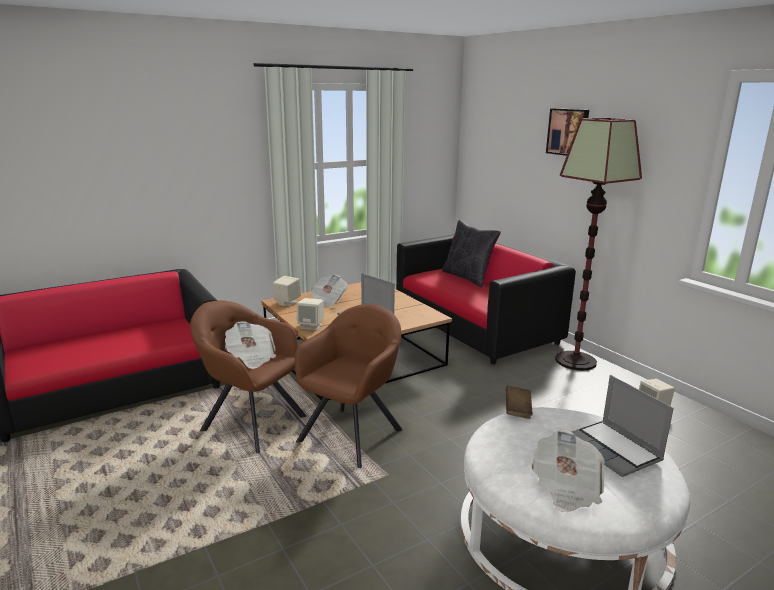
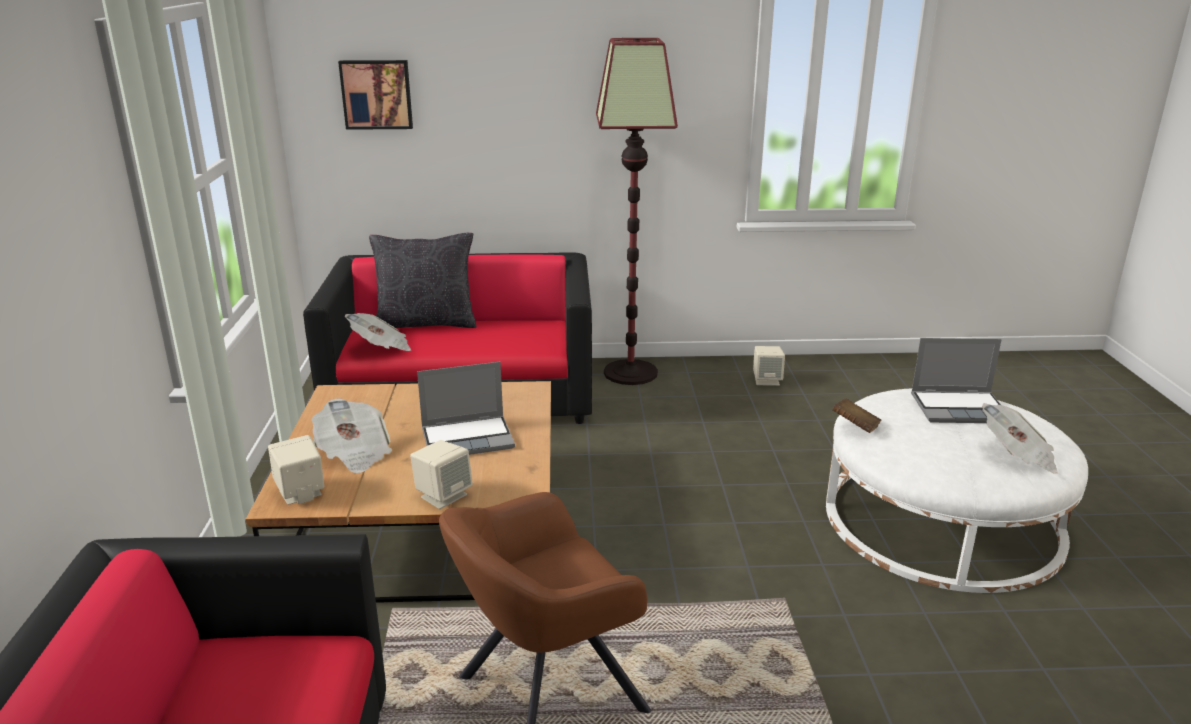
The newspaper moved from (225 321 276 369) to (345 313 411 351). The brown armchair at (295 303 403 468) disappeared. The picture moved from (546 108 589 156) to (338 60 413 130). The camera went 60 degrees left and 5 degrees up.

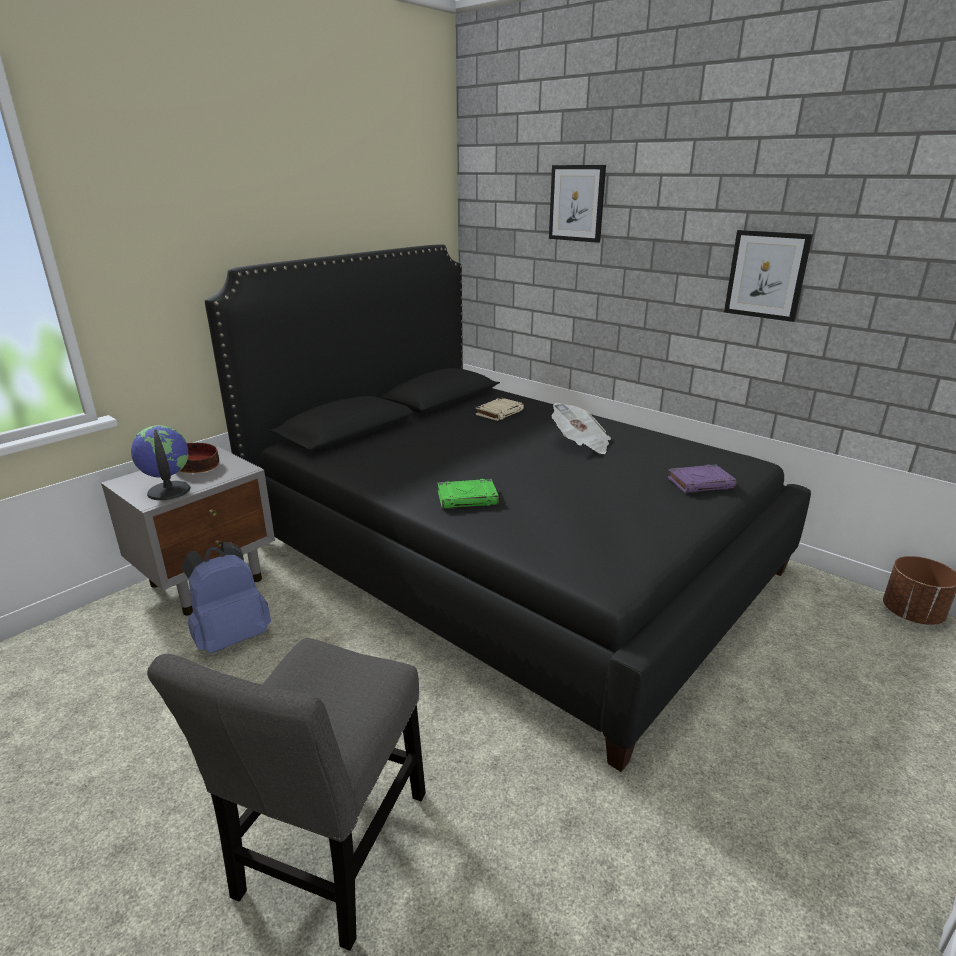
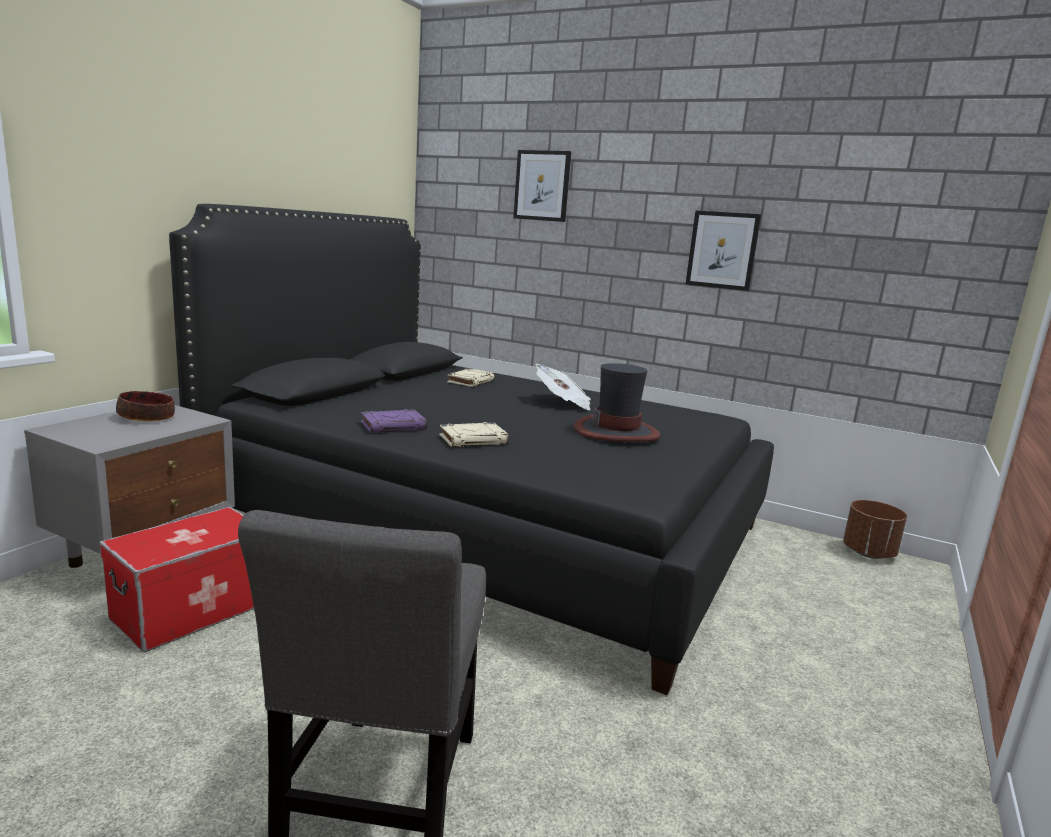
The globe at (131 425 191 500) disappeared. The blue backpack at (181 542 271 653) was replaced by the storage box at (100 507 254 652). The green book at (437 479 499 509) became the beige book at (440 422 509 447). The purple book moved from (668 464 737 493) to (361 409 427 433). The hat at (574 363 660 442) appeared. The camera went 15 degrees left and 10 degrees down.

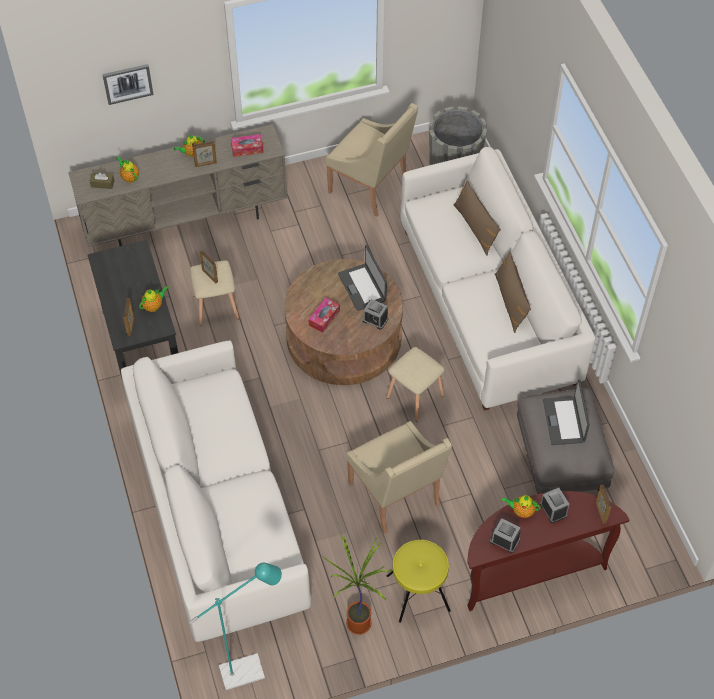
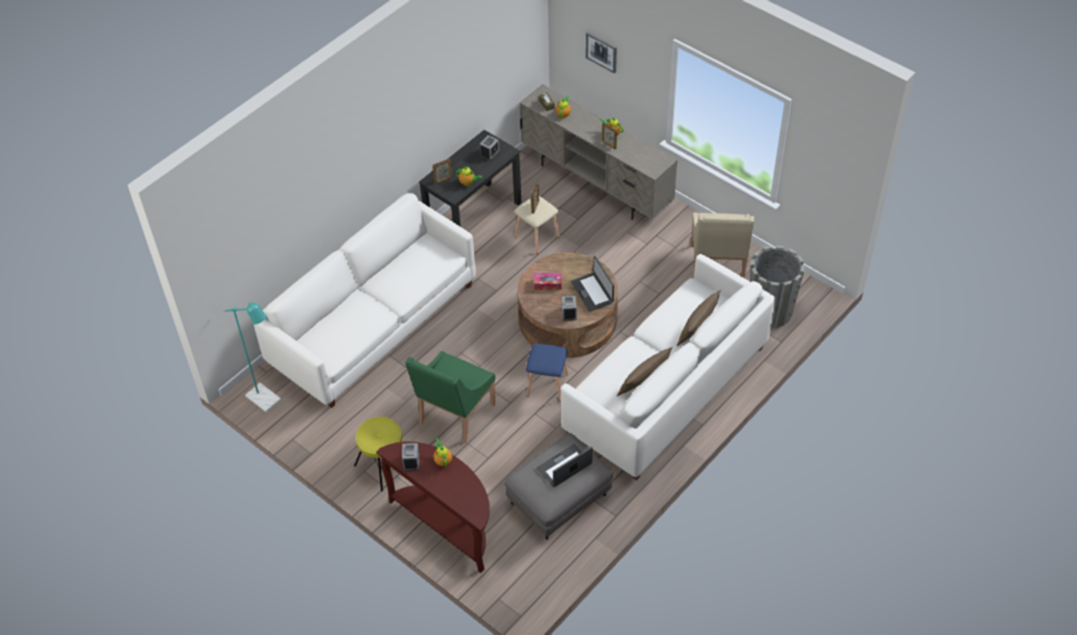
The tissue box at (231 134 264 157) disappeared. The potted plant at (322 533 393 635) disappeared. The laptop at (338 245 387 311) turned 60 degrees counterclockwise. The beige armchair at (346 421 452 534) became the green armchair at (405 351 495 444). The beige stool at (386 347 445 421) became the blue stool at (526 343 568 402). The alarm clock moved from (540 488 569 523) to (480 135 500 161). The picture frame at (596 484 611 524) disappeared. The camera went 60 degrees right and 5 degrees down.

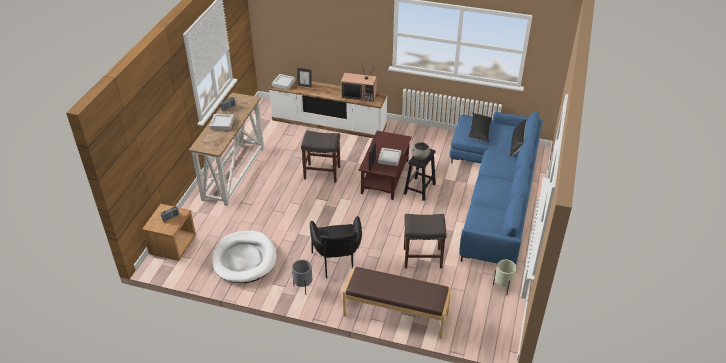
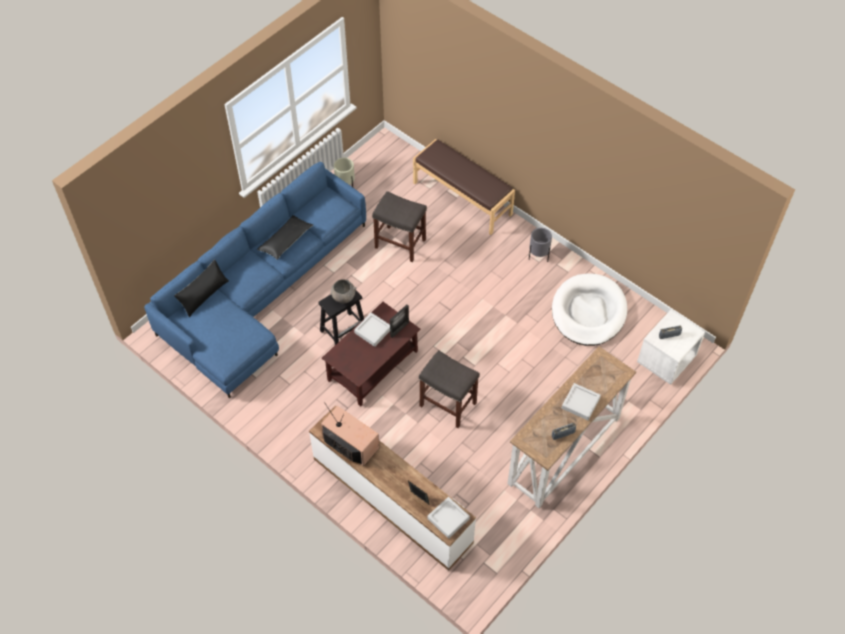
The brown nightstand at (142 204 196 261) became the white nightstand at (637 310 705 385). The black armchair at (310 216 362 278) disappeared. The black pillow moved from (468 113 492 142) to (257 215 313 260). The camera went 155 degrees left and 15 degrees up.

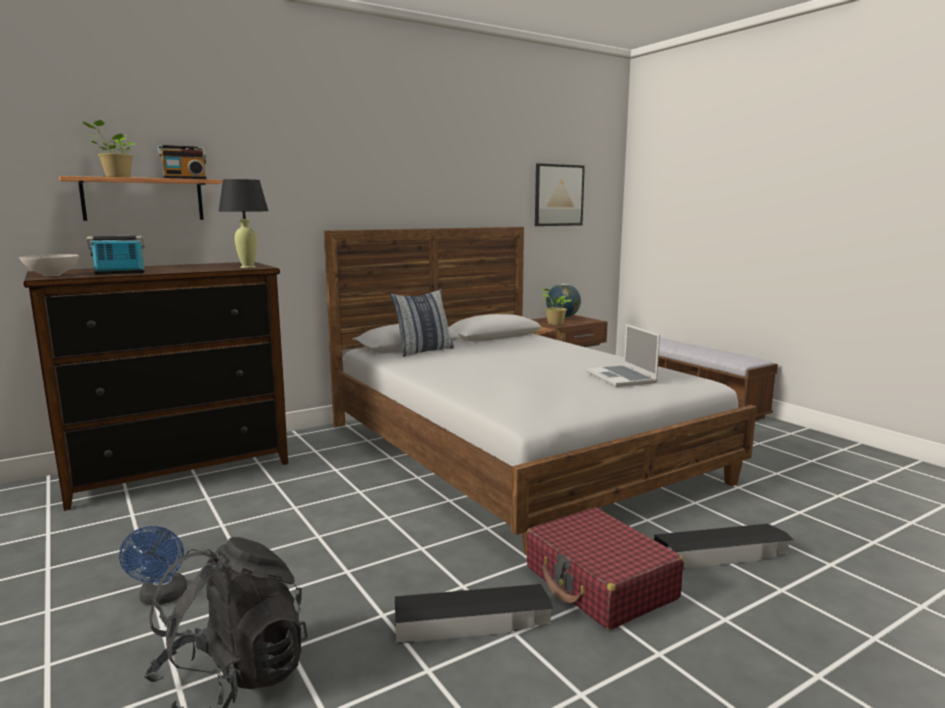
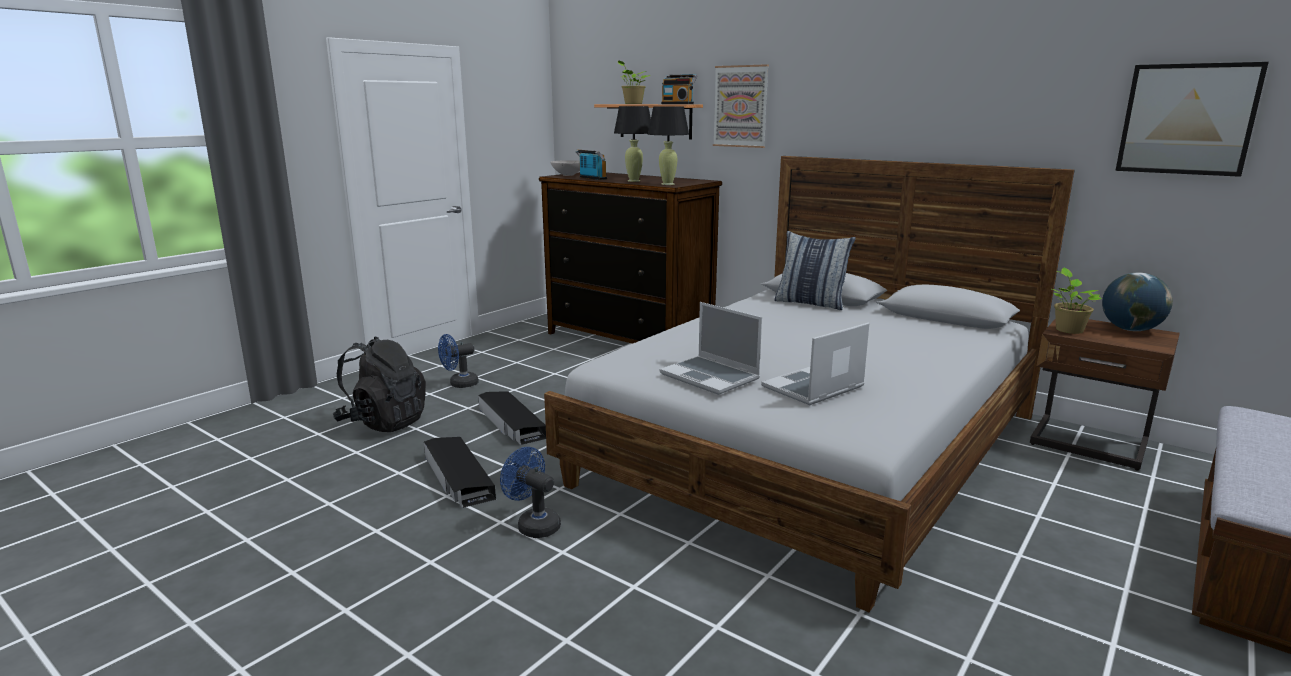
The red suitcase at (526 507 684 630) was replaced by the blue fan at (500 447 561 538). The black storage box moved from (654 524 793 569) to (478 391 546 445). The black table lamp at (614 106 651 182) appeared. The laptop at (659 302 762 395) appeared. The picture at (713 64 769 148) appeared. The camera went 70 degrees right and 5 degrees up.

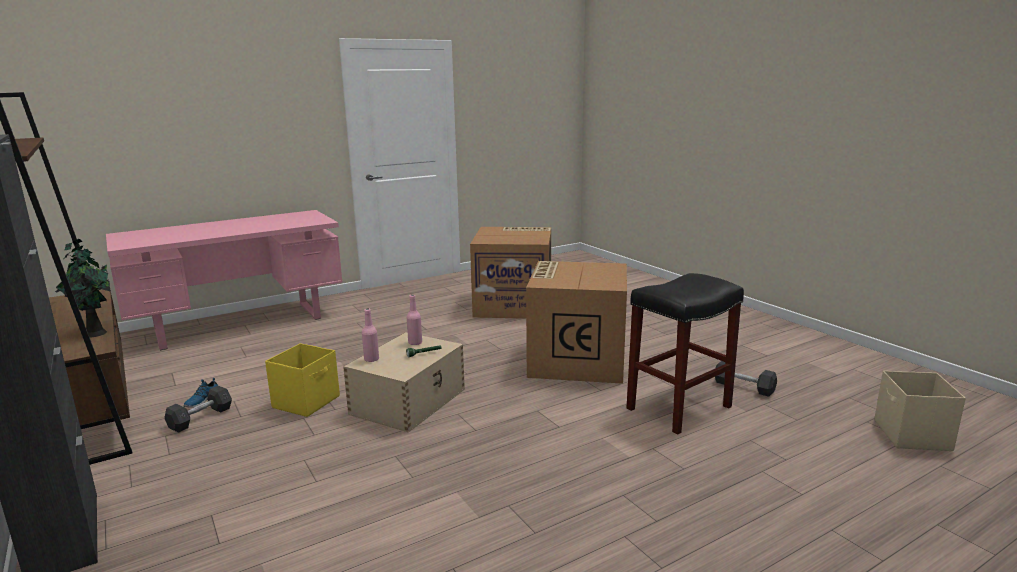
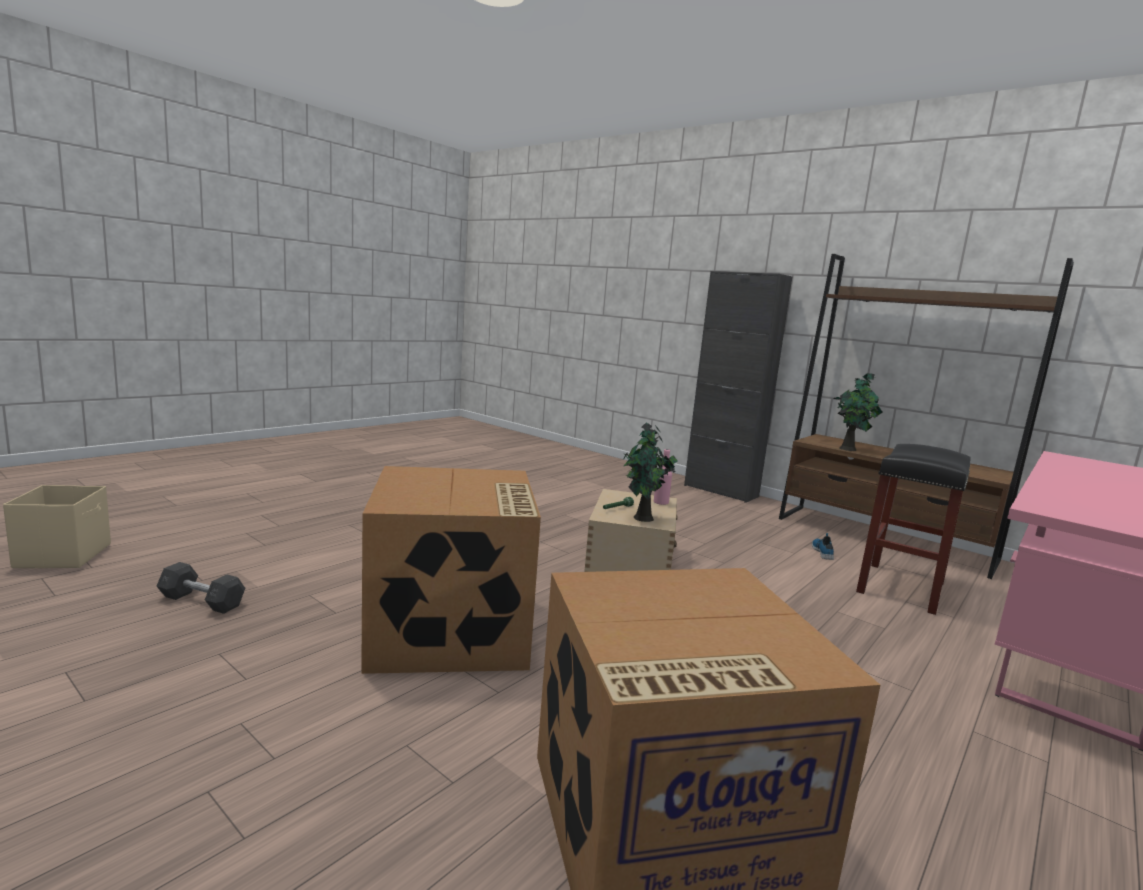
The grey dumbbell at (164 386 232 433) disappeared. The yellow storage box at (265 343 340 417) disappeared. The pink bottle at (407 295 422 345) was replaced by the potted plant at (623 422 678 522). The black stool moved from (626 273 744 434) to (856 444 971 615). The camera went 160 degrees right and 5 degrees down.

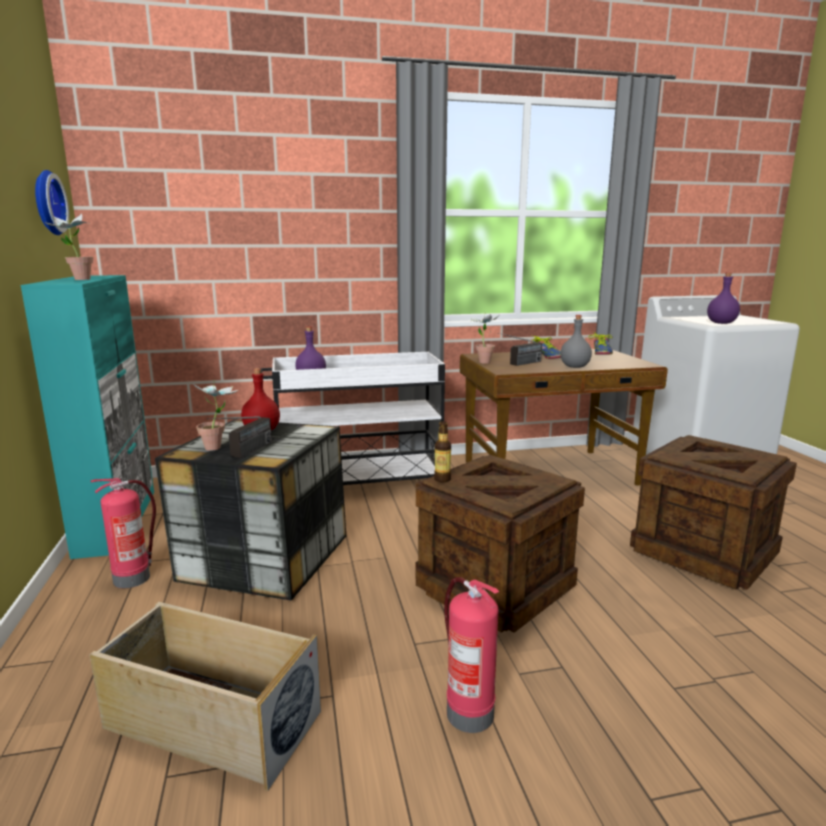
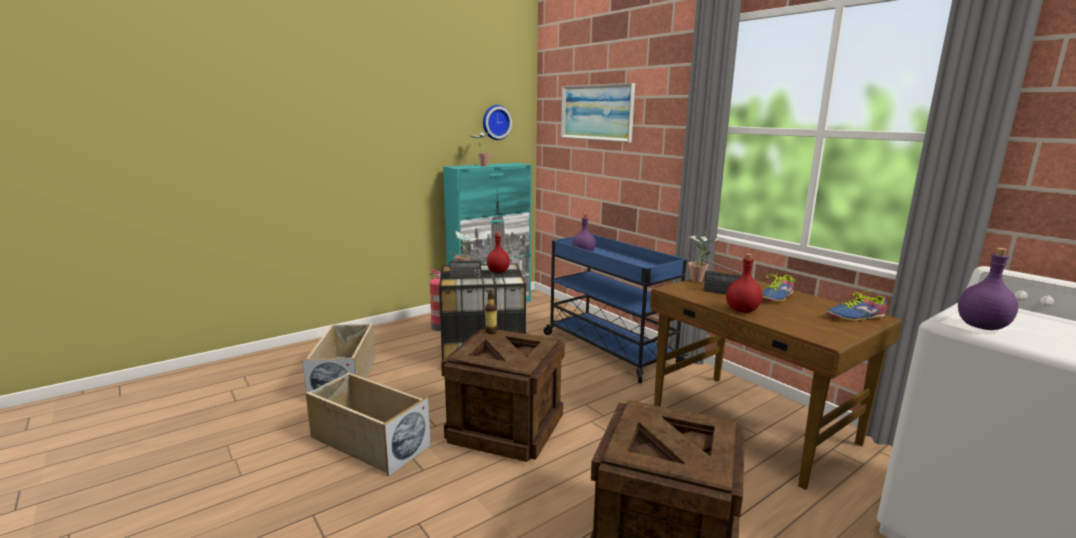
The white cart at (260 352 445 485) became the blue cart at (544 234 688 383). The fire extinguisher at (444 577 499 733) was replaced by the beige storage box at (306 372 431 476). The grey bottle at (560 315 592 368) became the red bottle at (726 254 762 313). The picture at (561 83 635 143) appeared. The camera went 65 degrees right and 0 degrees up.

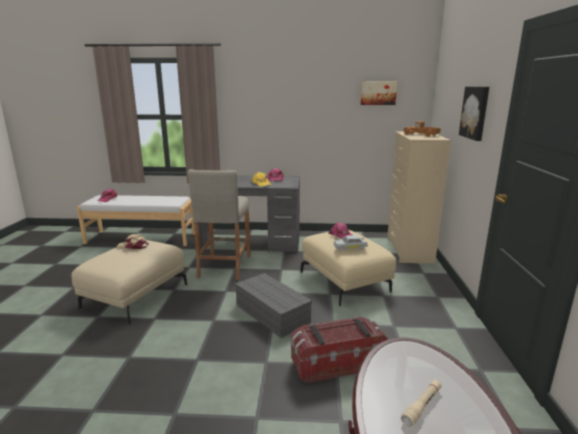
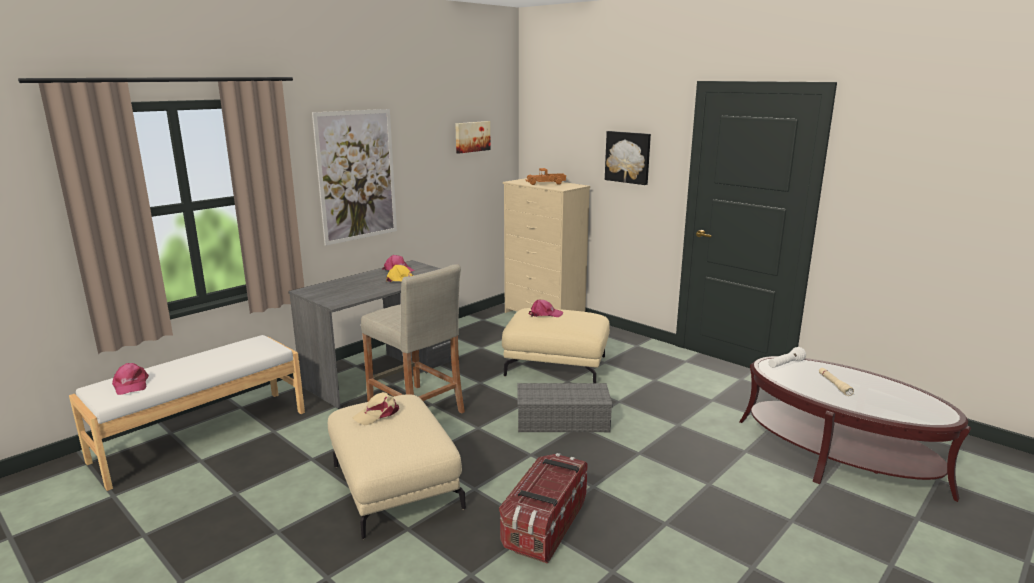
The storage box moved from (291 317 388 383) to (499 453 588 564). The white toy car at (334 235 368 251) disappeared. The picture at (312 109 397 246) appeared. The white flashlight at (768 347 806 368) appeared. The camera went 50 degrees left and 0 degrees up.

